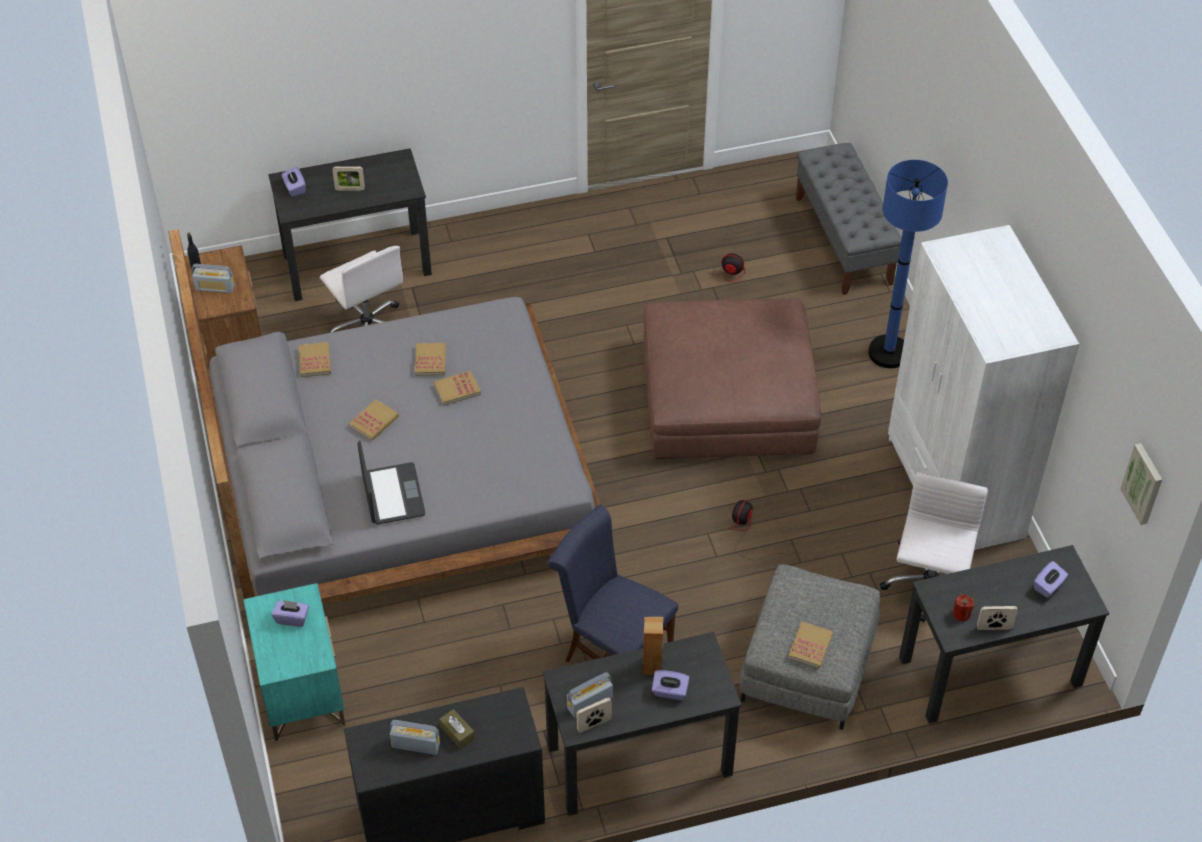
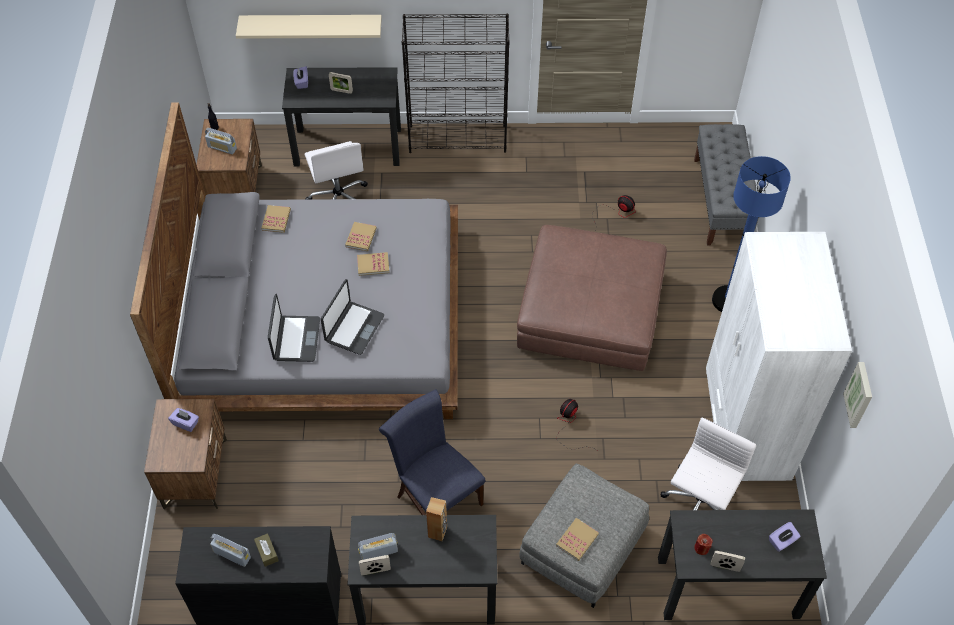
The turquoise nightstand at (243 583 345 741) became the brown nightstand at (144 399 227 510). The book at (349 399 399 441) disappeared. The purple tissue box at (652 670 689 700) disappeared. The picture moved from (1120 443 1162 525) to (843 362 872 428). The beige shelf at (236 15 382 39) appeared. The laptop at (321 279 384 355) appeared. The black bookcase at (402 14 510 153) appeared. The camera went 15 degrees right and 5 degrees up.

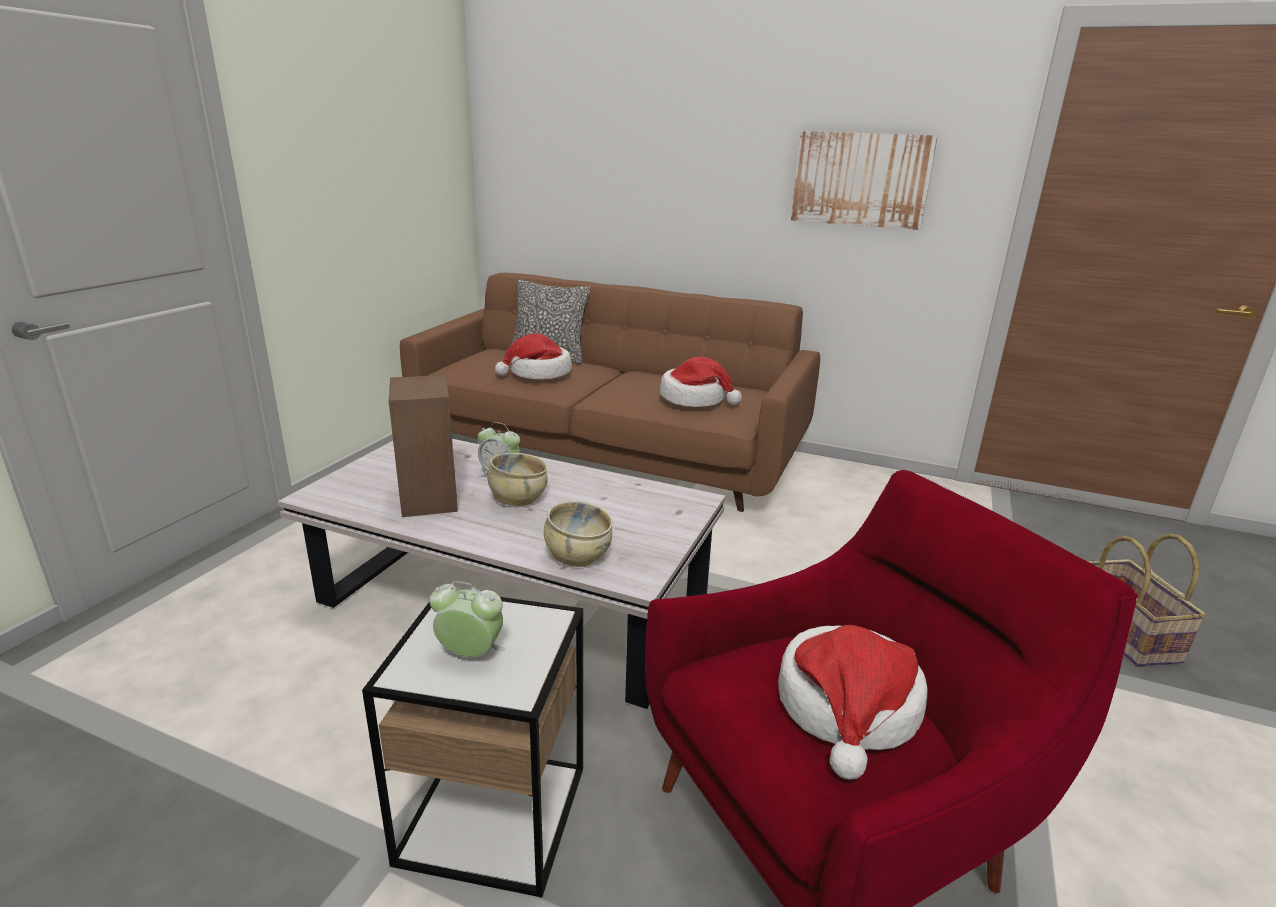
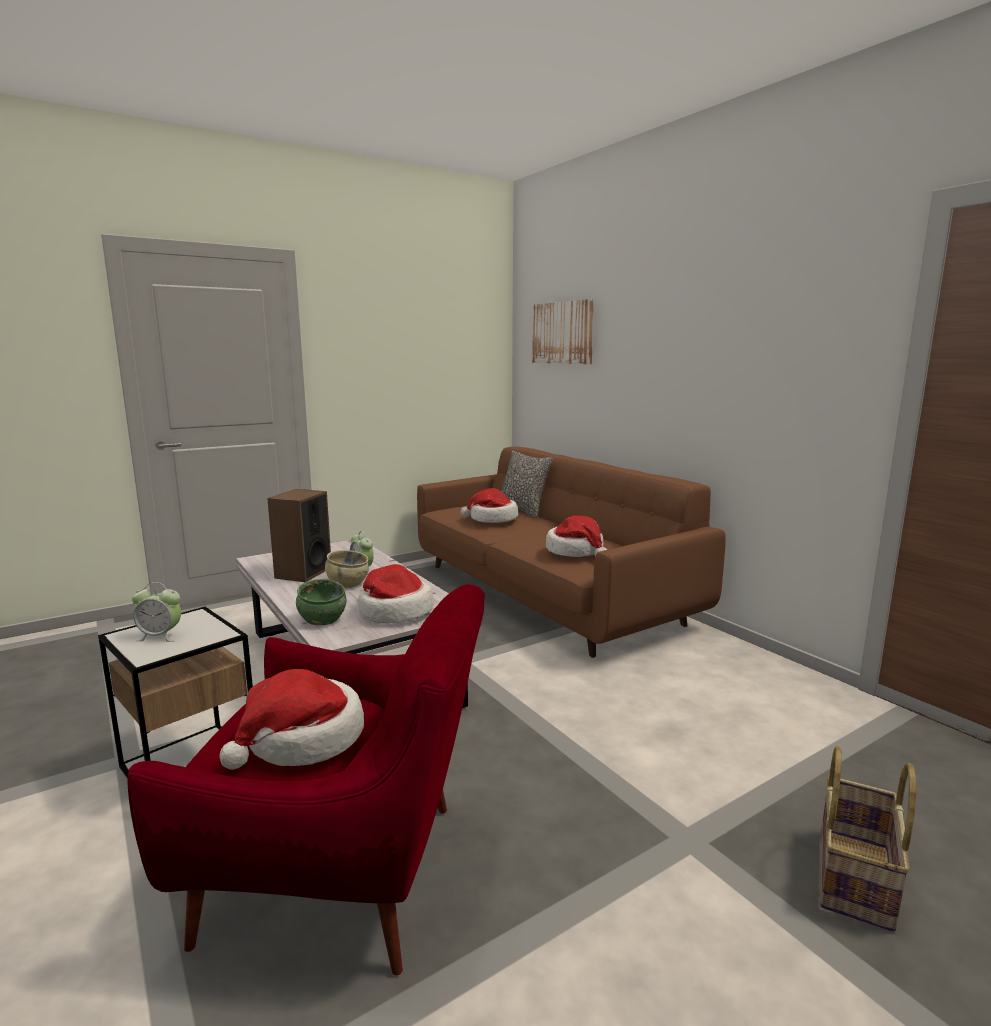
The alarm clock at (429 581 506 657) turned 135 degrees clockwise. The beige bowl at (544 501 613 567) became the green bowl at (296 579 347 626). The picture moved from (791 131 938 230) to (532 299 594 364). The hat at (358 564 434 623) appeared. The camera went 35 degrees right and 10 degrees down.

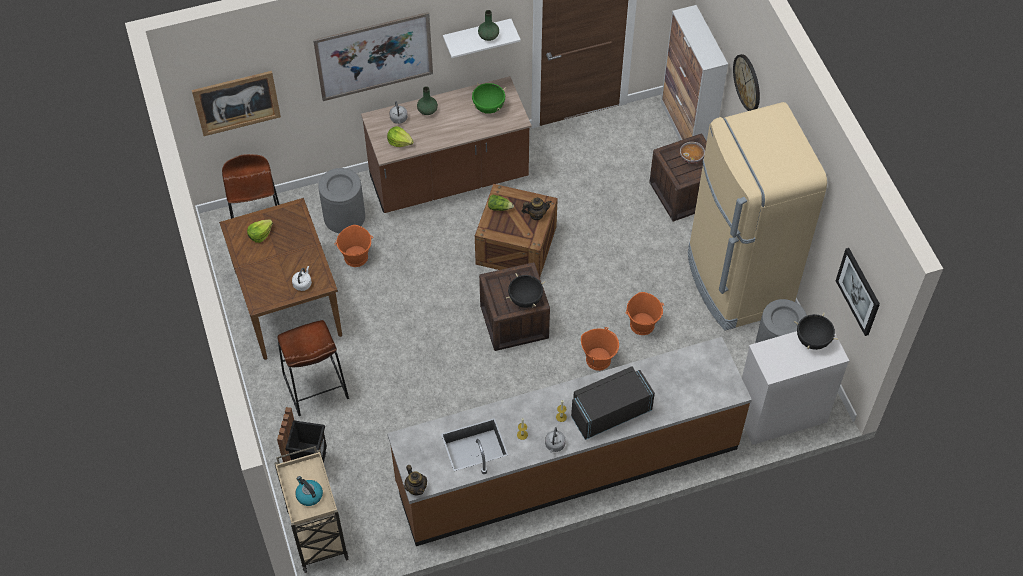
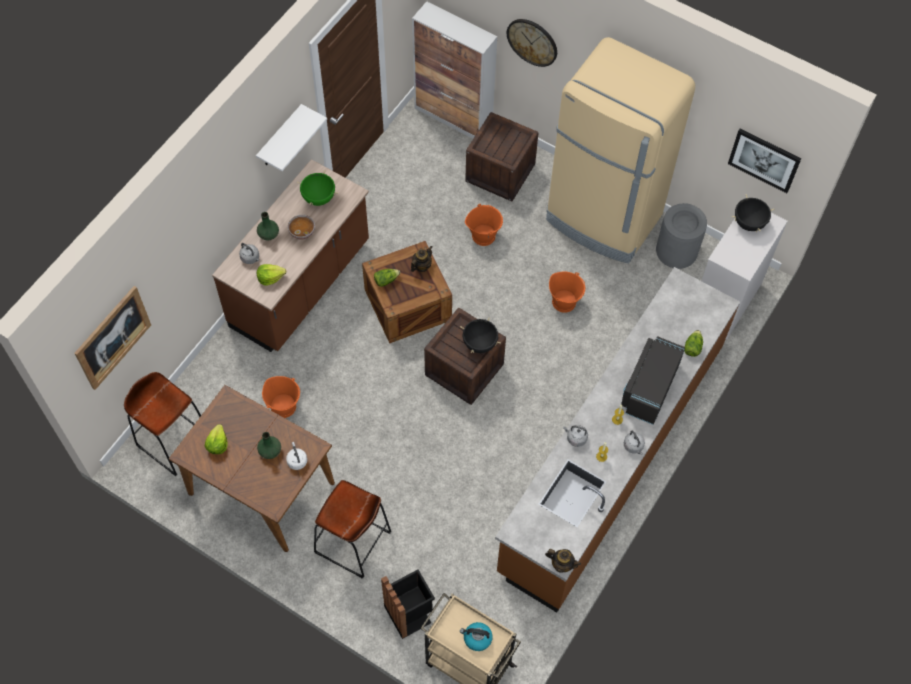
The picture at (313 12 433 101) disappeared. The grey trash can at (318 168 365 234) disappeared. The green vase moved from (478 10 499 41) to (257 432 281 459). The orange bucket moved from (581 327 619 371) to (465 204 503 246). The bowl moved from (680 142 705 164) to (288 215 315 240). The grey kettle at (563 425 588 447) appeared. The lettuce at (684 330 703 357) appeared. The camera went 40 degrees left and 5 degrees up.

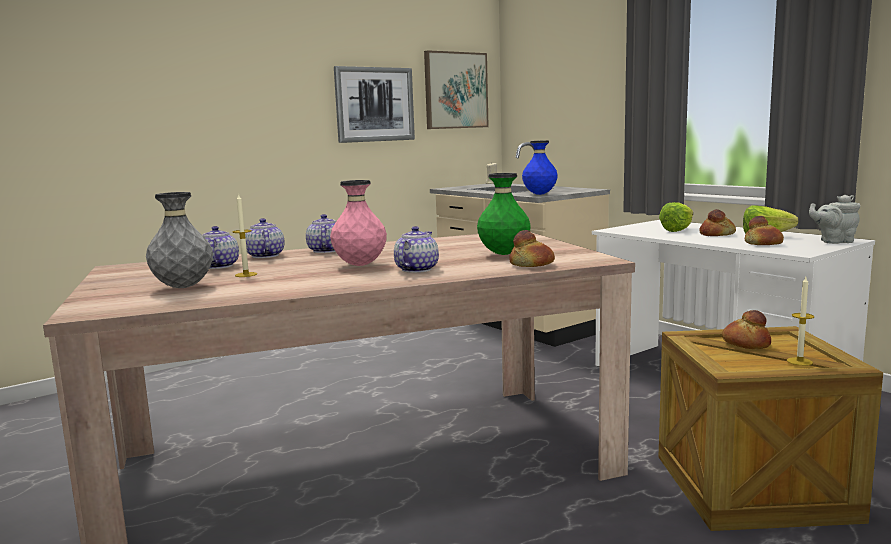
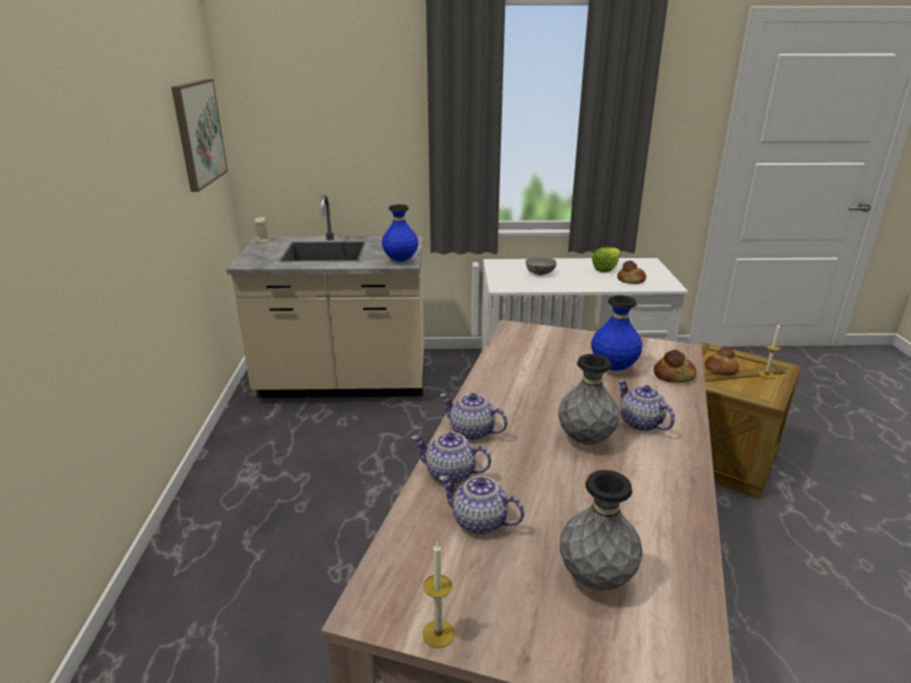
The candle moved from (232 193 257 277) to (422 543 455 648). The pink vase at (330 180 387 266) became the grey vase at (558 354 620 445). The picture at (334 66 415 143) disappeared. The green vase at (477 173 531 255) became the blue vase at (591 295 642 371). The lettuce at (659 202 693 232) was replaced by the grey bowl at (526 257 556 275). The bread at (699 209 736 236) disappeared. The grey teapot at (809 195 860 244) disappeared. The camera went 55 degrees left and 15 degrees up.

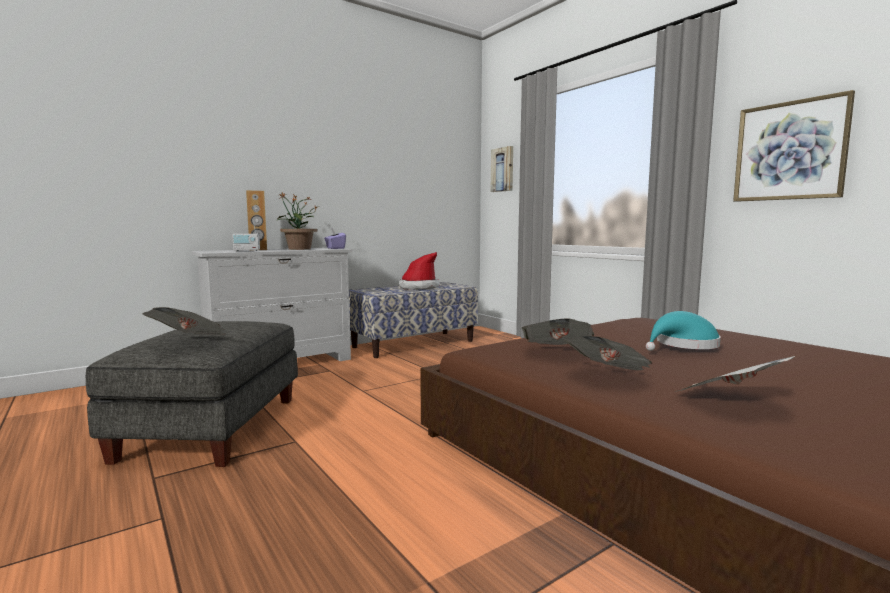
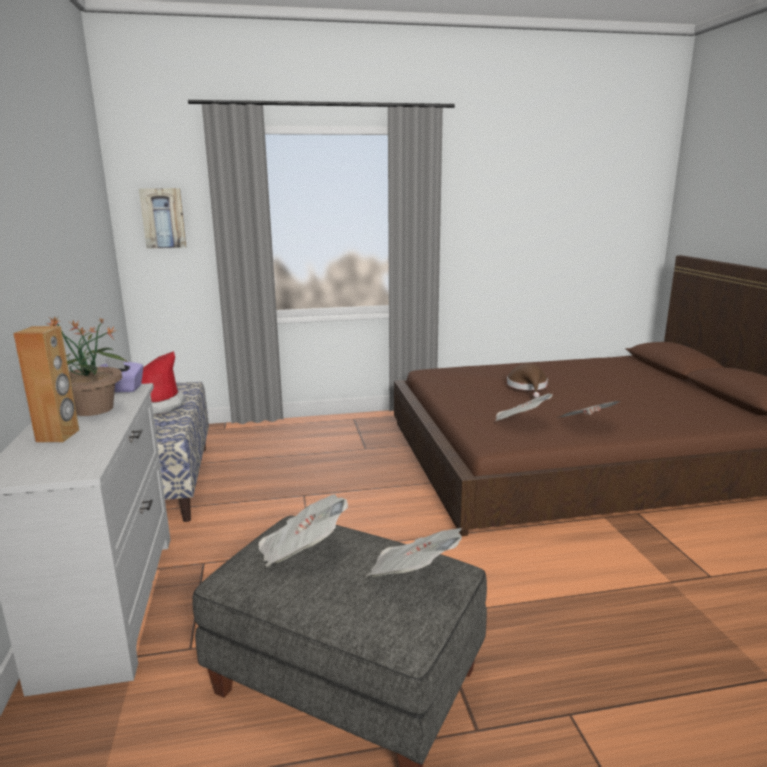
The radio at (232 221 260 251) disappeared. The turquoise hat at (646 311 721 351) became the brown hat at (507 363 548 398). The newspaper moved from (675 356 795 392) to (258 494 348 567). The picture at (733 90 855 202) disappeared. The camera went 65 degrees left and 10 degrees up.

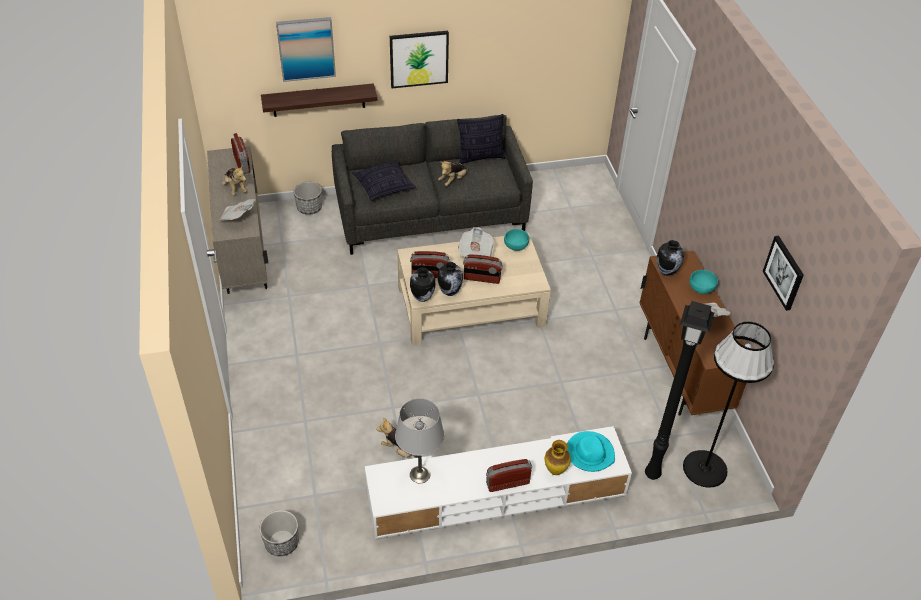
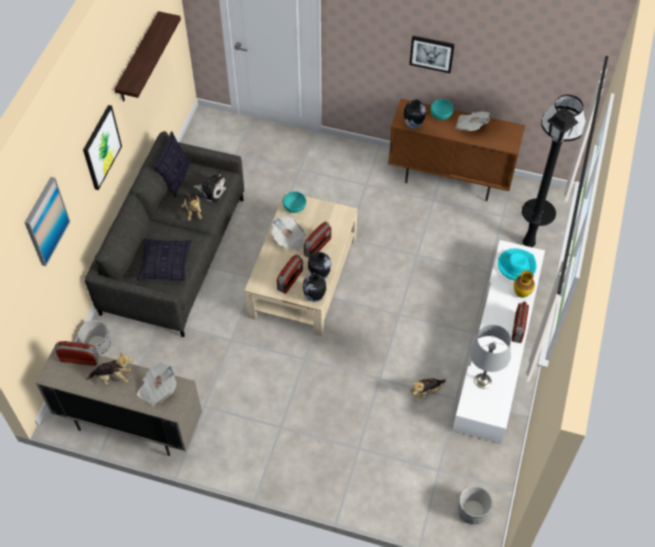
The shelf moved from (261 83 377 117) to (114 11 181 102). The picture moved from (763 236 804 311) to (409 36 455 73). The plush toy at (193 171 228 203) appeared. The camera went 60 degrees left and 10 degrees up.

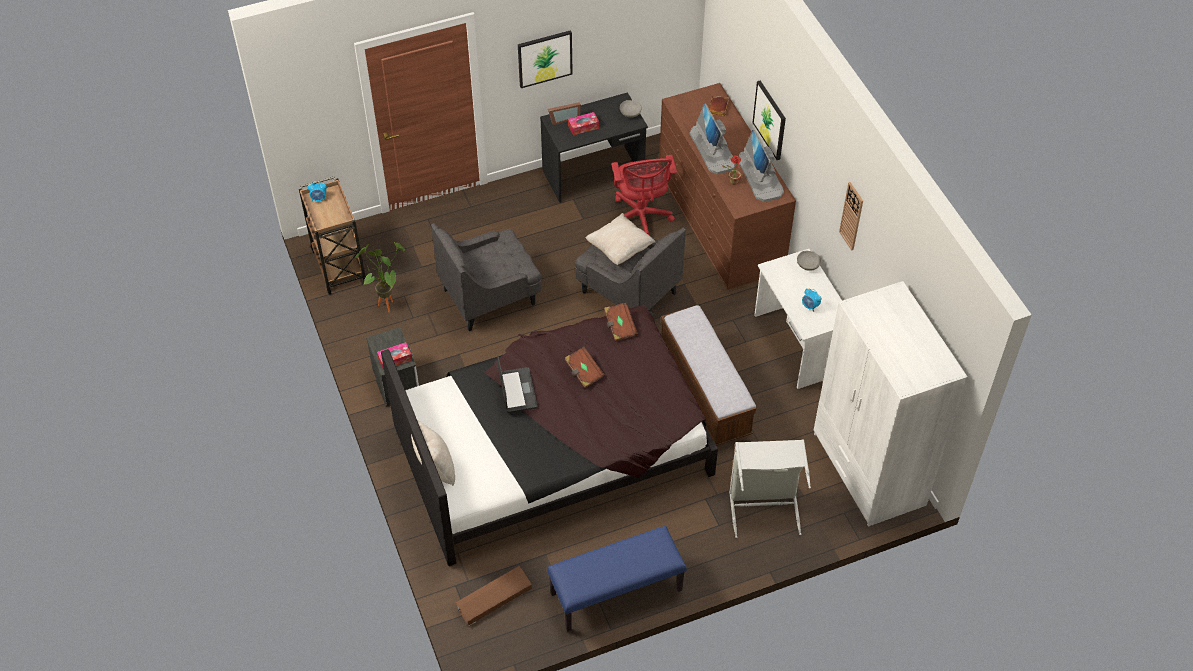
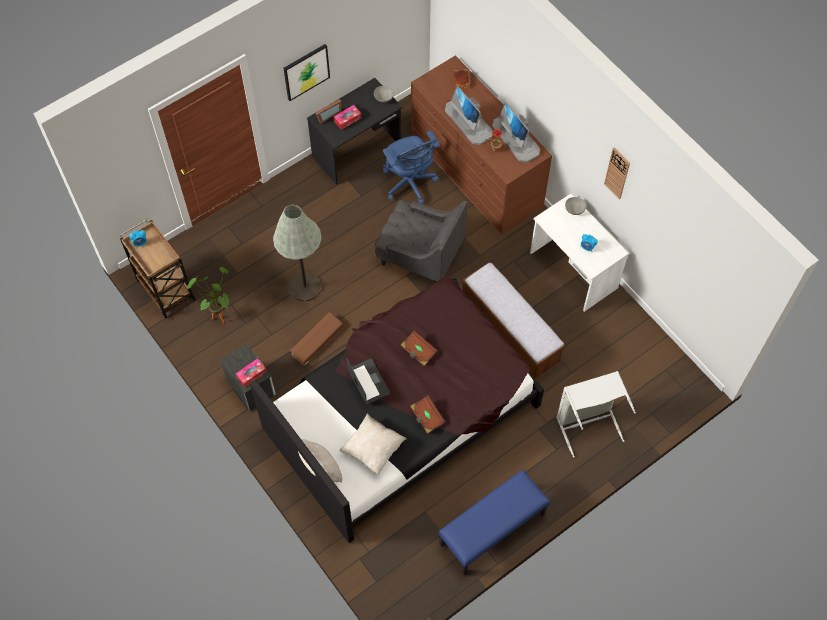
The grey armchair at (431 223 541 331) was replaced by the grey floor lamp at (273 205 321 301). The brown storage box moved from (456 566 532 626) to (290 312 343 366). The beige pillow moved from (586 213 655 265) to (340 413 406 475). The brown book moved from (604 302 638 341) to (410 395 445 433). The red office chair at (611 155 677 236) became the blue office chair at (383 131 440 204). The picture at (752 81 786 160) disappeared. The white wardrobe at (814 281 968 527) disappeared. The camera went 15 degrees left and 10 degrees up.

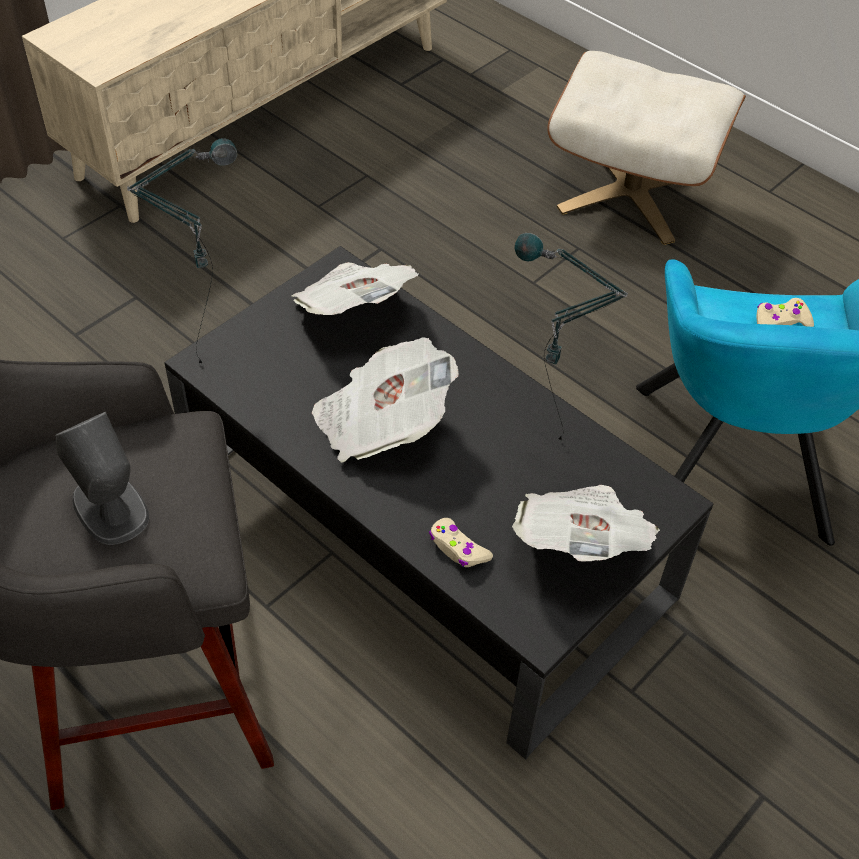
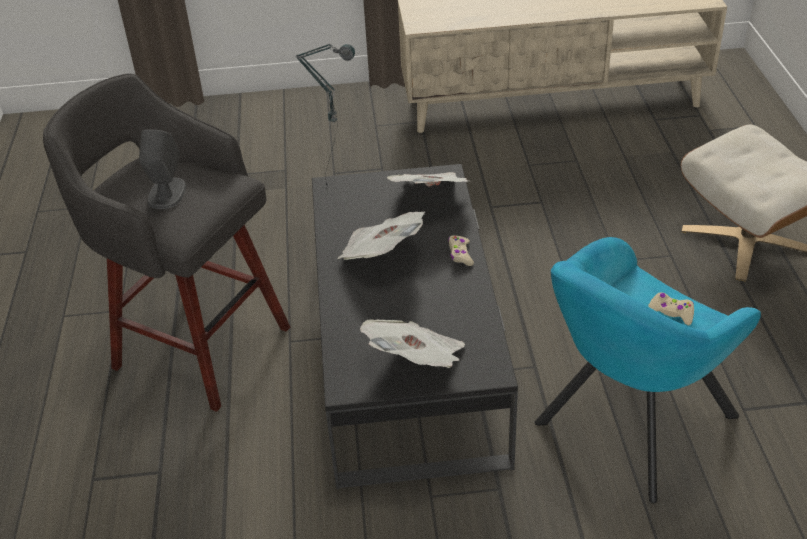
The beige game controller moved from (429 518 493 567) to (448 236 474 266). The table lamp at (514 233 628 440) disappeared. The camera went 45 degrees right and 10 degrees down.

